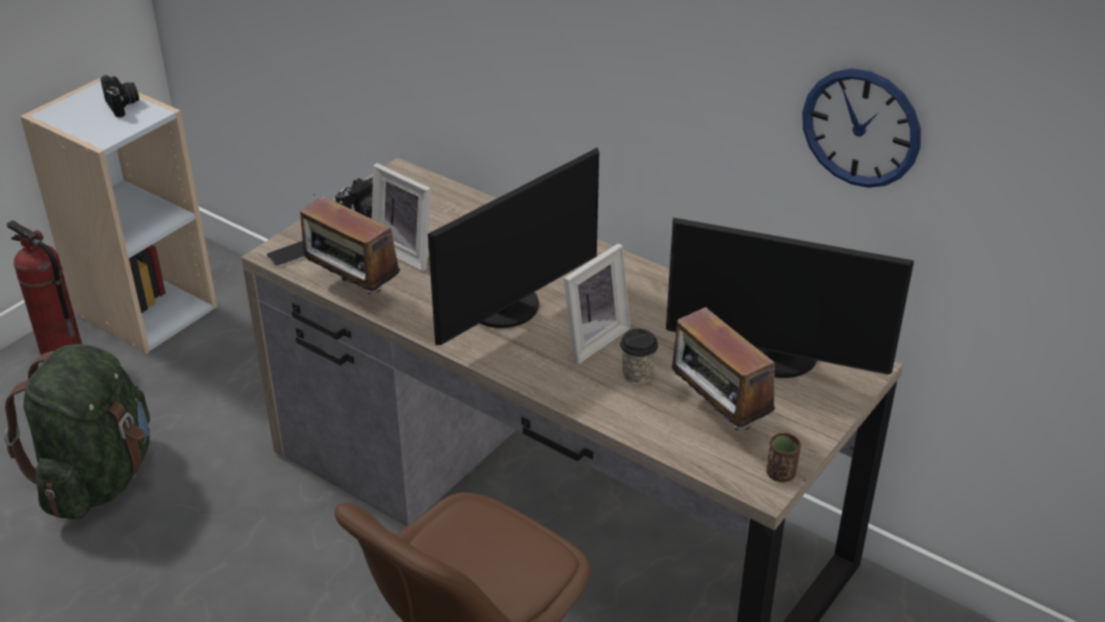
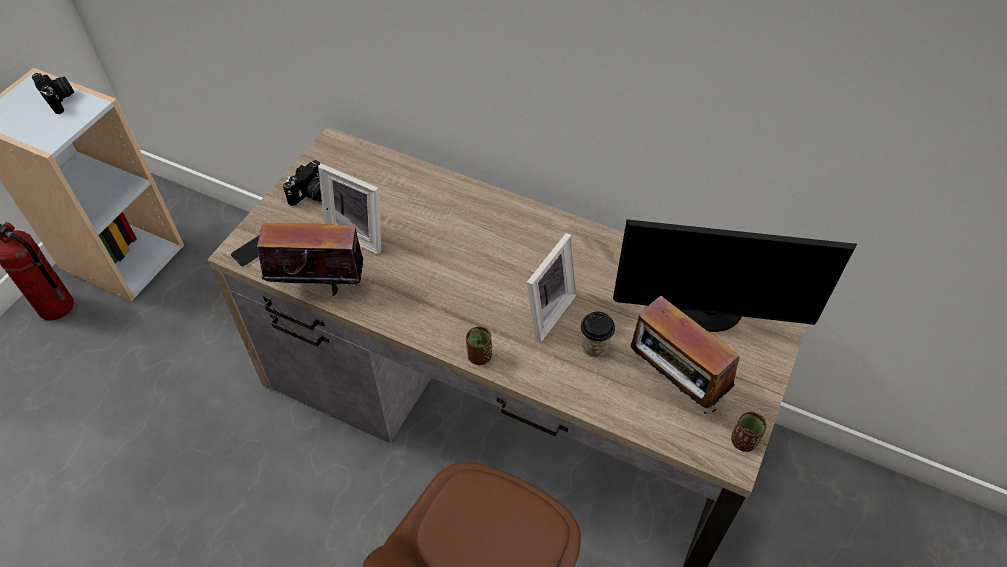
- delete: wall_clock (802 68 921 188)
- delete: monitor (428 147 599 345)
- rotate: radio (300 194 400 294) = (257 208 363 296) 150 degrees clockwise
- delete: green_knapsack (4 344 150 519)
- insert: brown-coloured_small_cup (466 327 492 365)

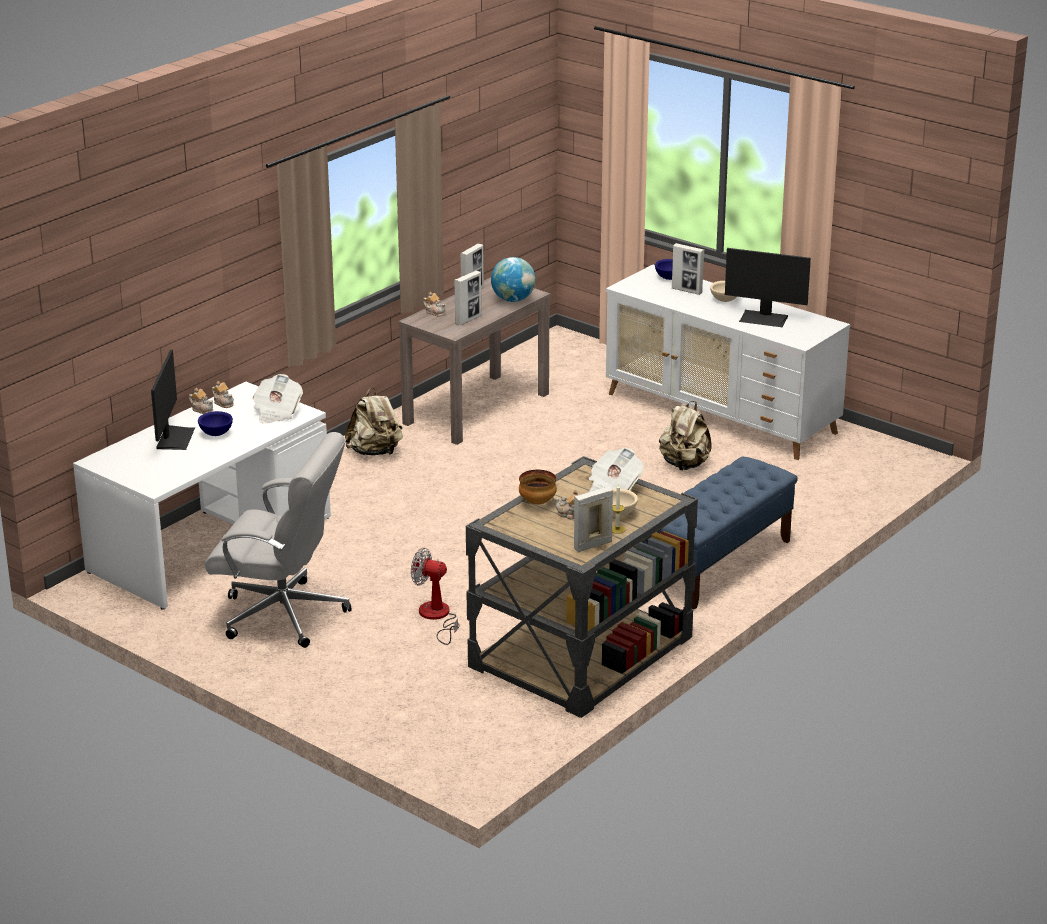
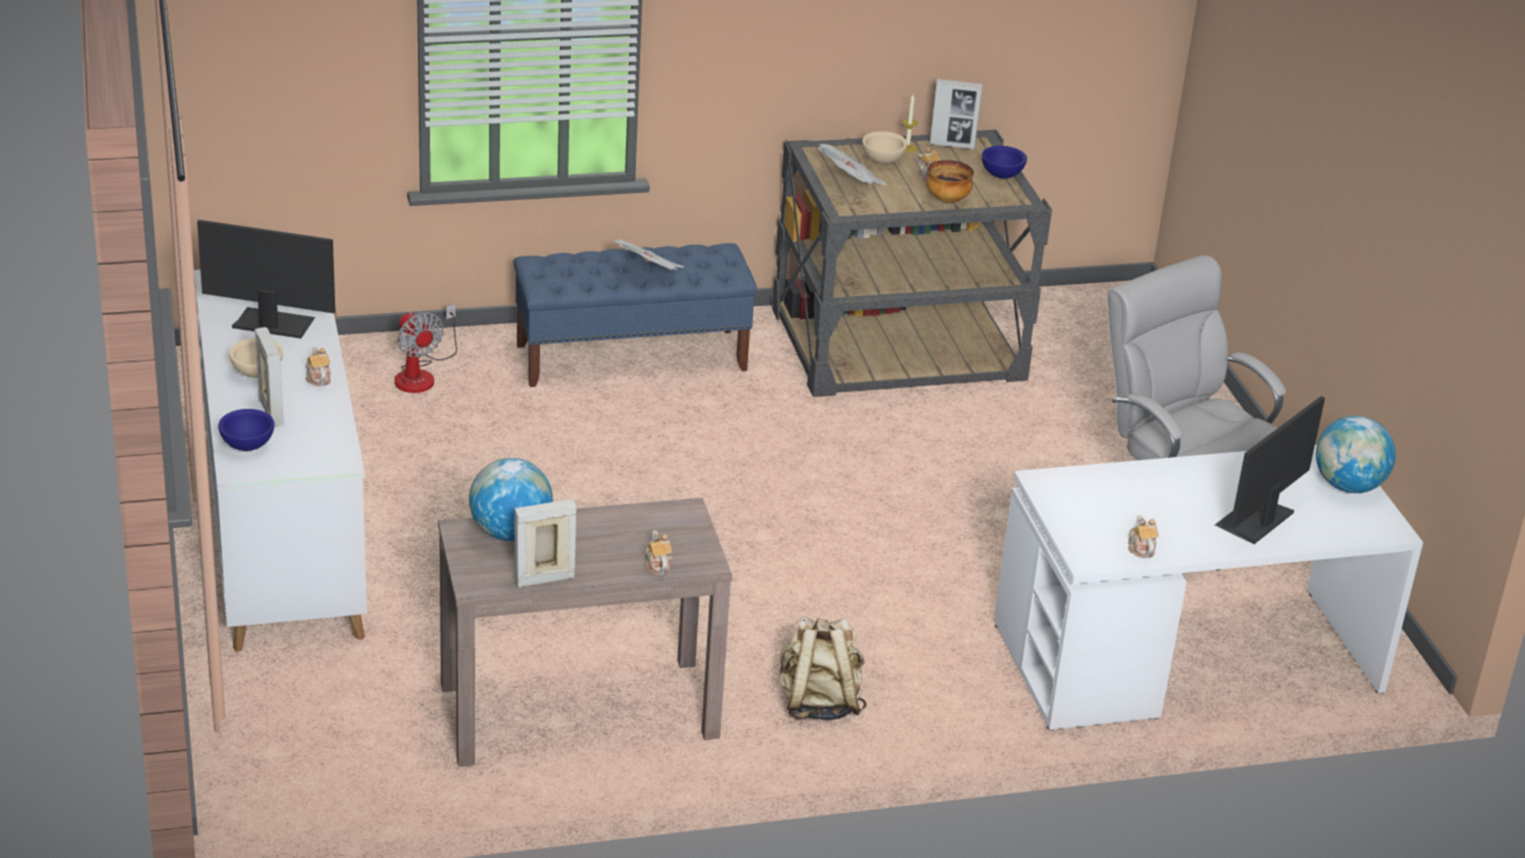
- rotate: monitor (725 248 811 327) = (197 220 335 339) 45 degrees counterclockwise
- delete: photo_frame (454 271 481 326)
- move: newspaper (253 374 303 424) to (614 239 684 270)
- move: teapot (189 388 213 414) to (306 347 331 386)
- delete: sand-coloured_knapsack (659 401 712 470)
- move: bluish_bowl (198 411 233 436) to (982 146 1027 179)
- move: electric_fan (411 548 460 645) to (395 304 457 393)
- insert: desk_globe (1316 416 1396 493)

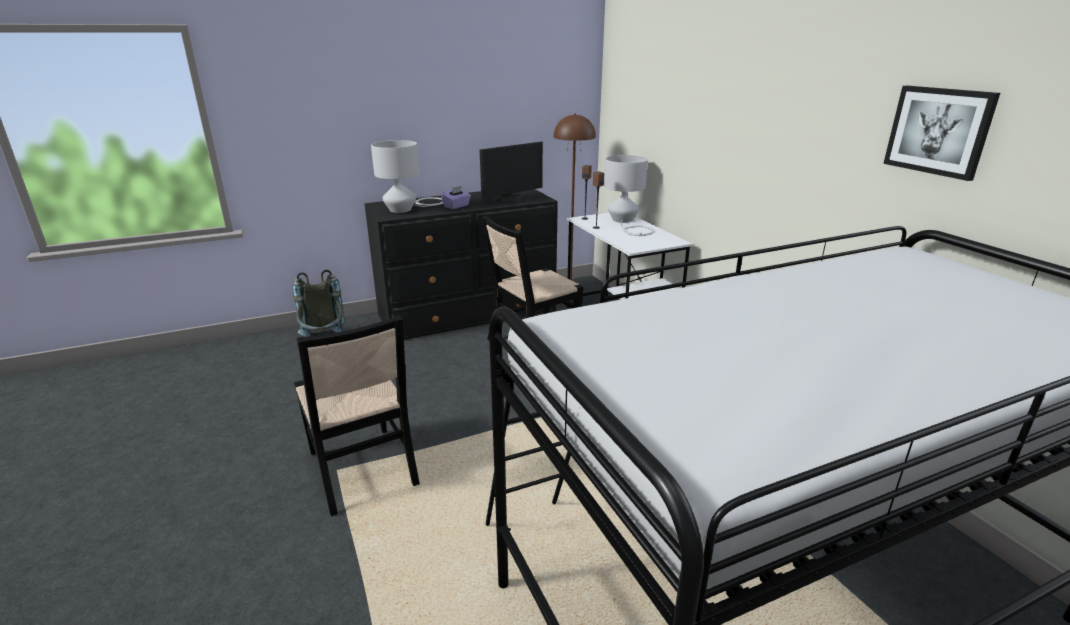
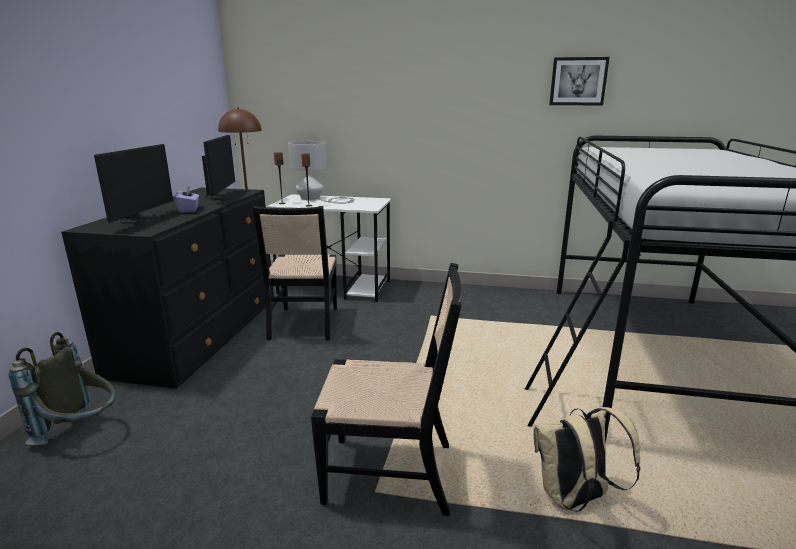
- replace: white_table_lamp (371 140 443 213) to monitor (94 144 173 224)
- insert: sand-coloured_knapsack (533 407 640 512)

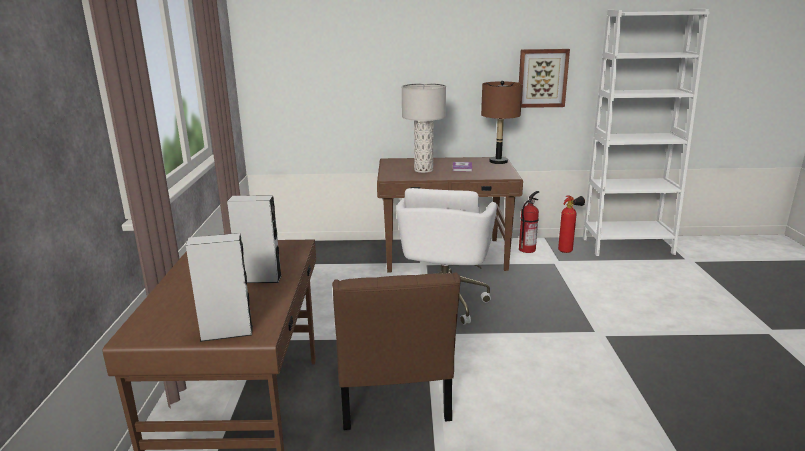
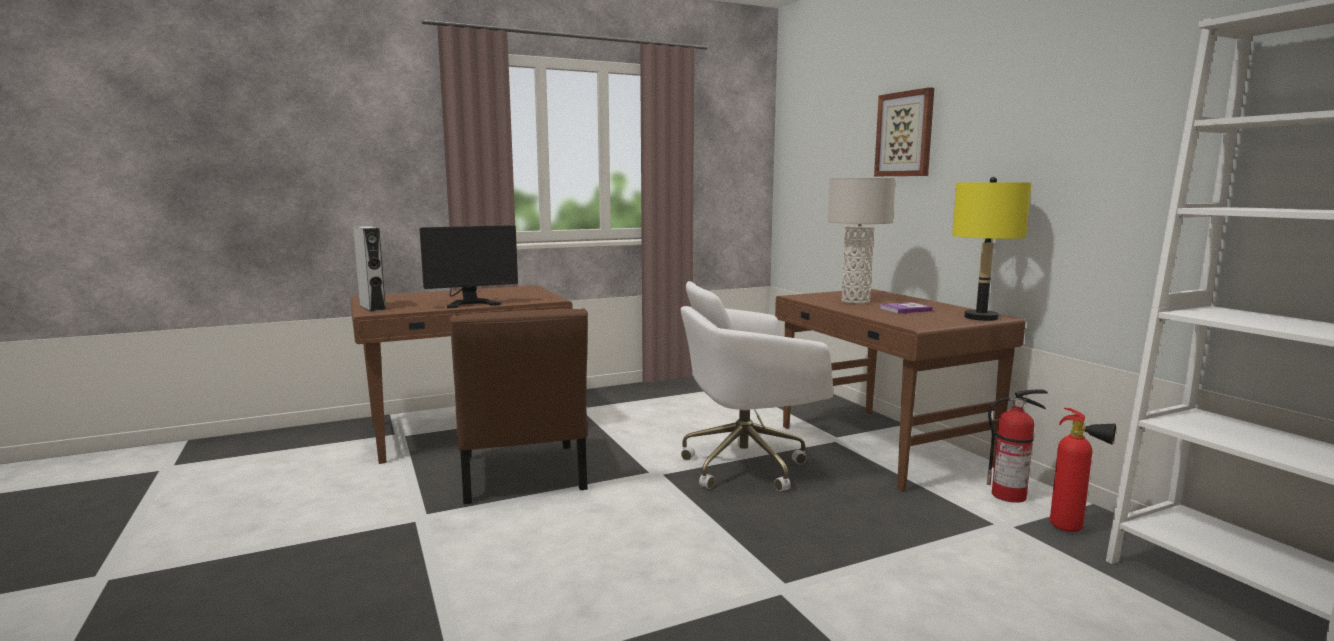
- move: wall_picture (519 49 570 108) to (874 87 934 176)
- recolor: brown-coloured_table_lamp (481 81 523 164) to yellowish_table_lamp (952 177 1031 321)
- replace: greyish_speaker (227 195 282 283) to monitor (419 225 518 309)
- rotate: brown-coloured_plain_chair (332 272 461 430) = (450 308 588 504) 75 degrees counterclockwise

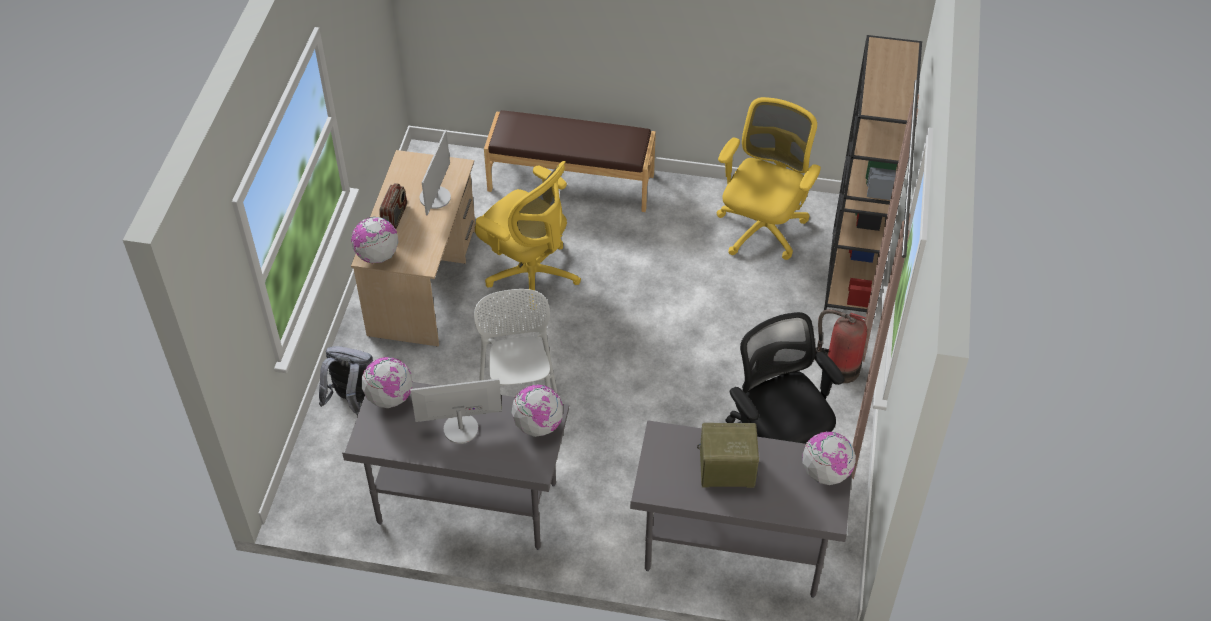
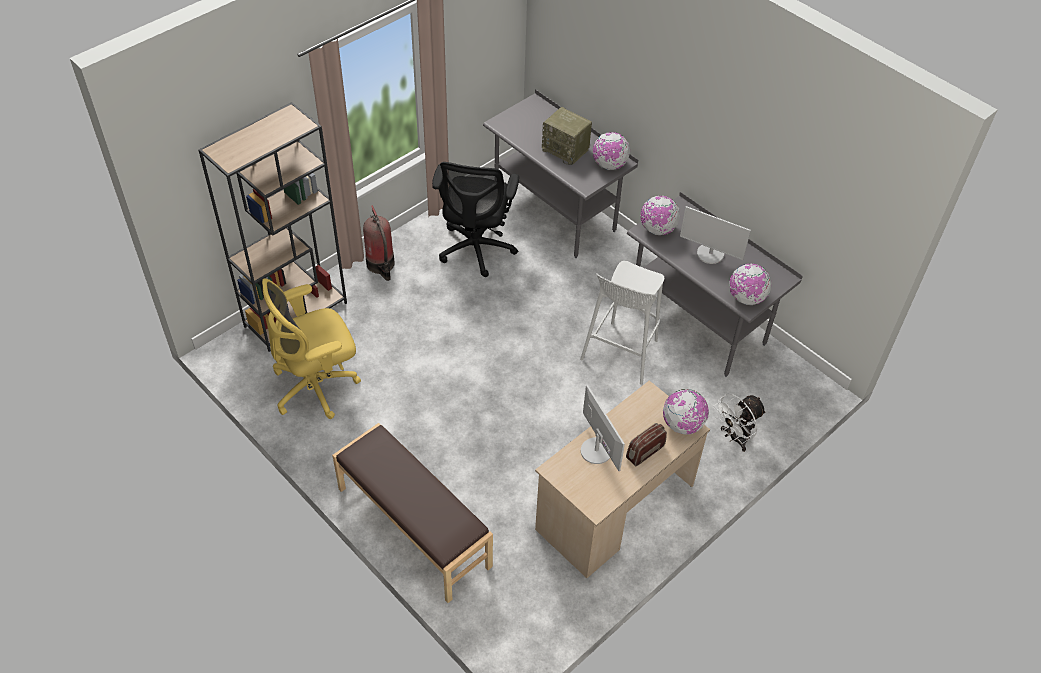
- rotate: monitor (420 130 451 215) = (581 385 625 471) 105 degrees clockwise
- delete: yellowish_computer_chair (475 161 581 310)
- replace: greyish_knapsack (319 346 373 416) to white_electric_fan (713 394 766 452)
- move: desk_globe (802 432 856 485) to (593 132 630 170)

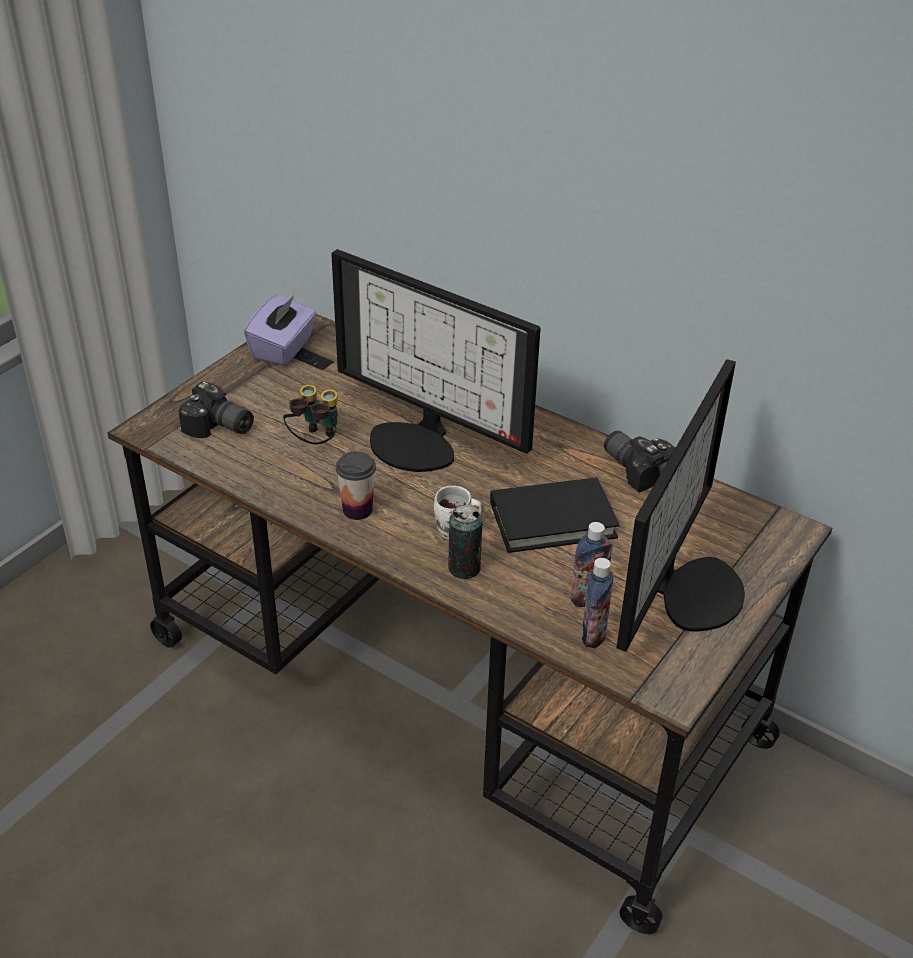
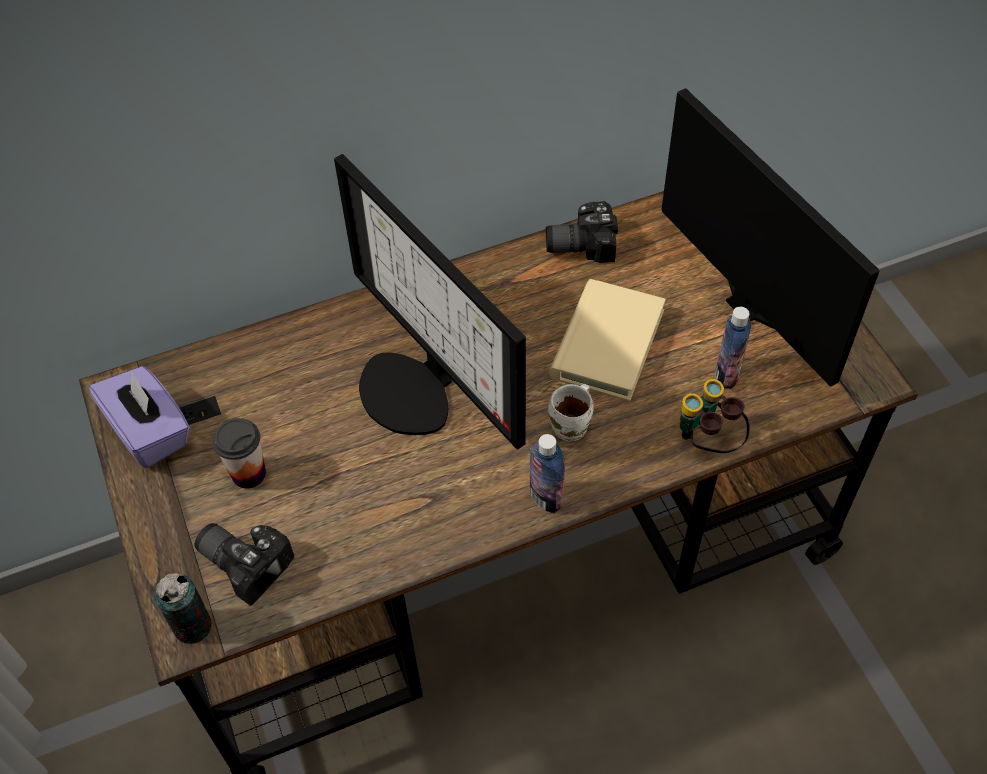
- rotate: monitor (331 249 541 472) = (334 154 526 450) 75 degrees clockwise
- rotate: photo_camera (178 381 254 438) = (195 523 294 606) 120 degrees counterclockwise
- move: pair_of_binoculars (283 385 338 444) to (680 379 750 453)
- move: small_cup (336 451 376 520) to (212 418 266 489)
- recolor: black_bound_book (490 478 620 553) to sand-coloured_bound_book (549 279 666 401)
- move: metal_can (448 505 483 579) to (155 573 212 644)
- move: beverage_bottle (582 558 614 648) to (530 434 565 513)

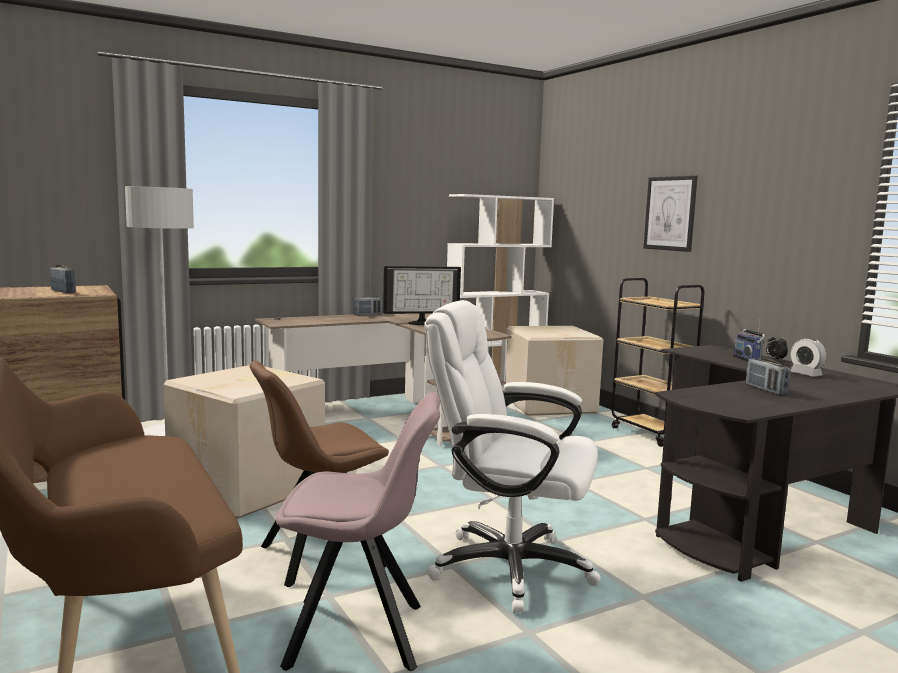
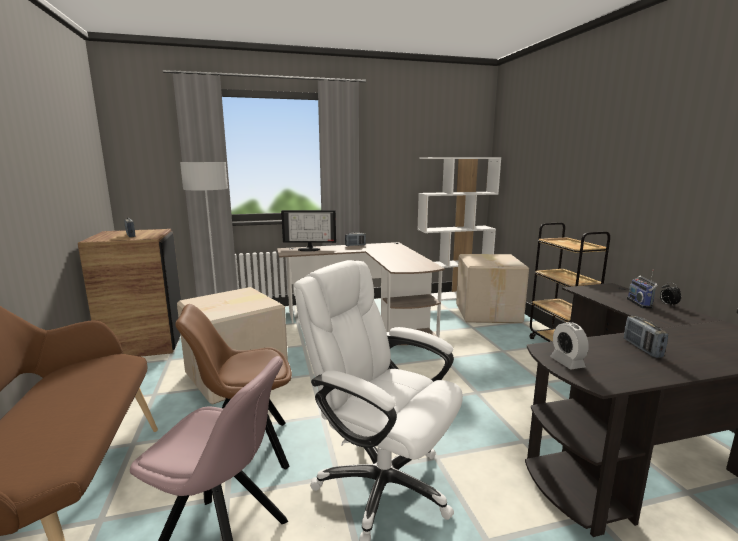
- delete: wall_picture (644 175 698 252)
- move: monitor (383 266 461 325) to (281 210 336 252)
- move: table_clock (791 338 826 376) to (550 322 589 369)

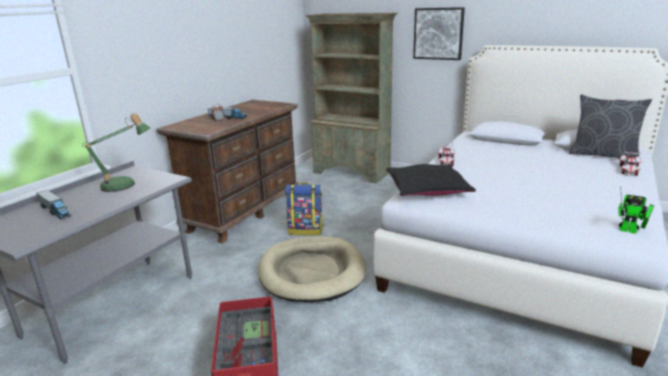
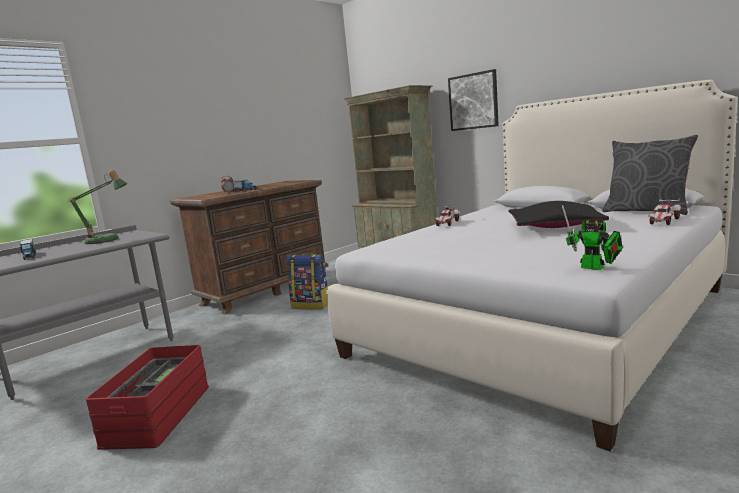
- move: black_throw_pillow (386 164 476 196) to (508 201 609 228)
- delete: sand-coloured_pet_bed (258 236 366 302)

